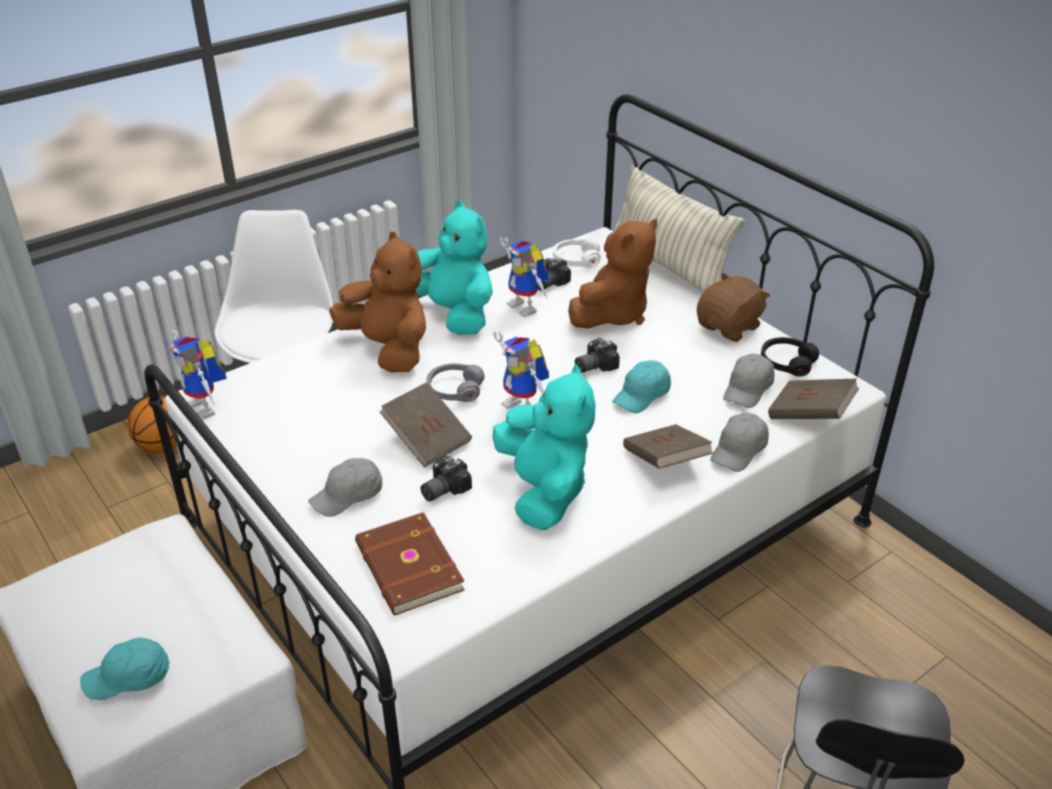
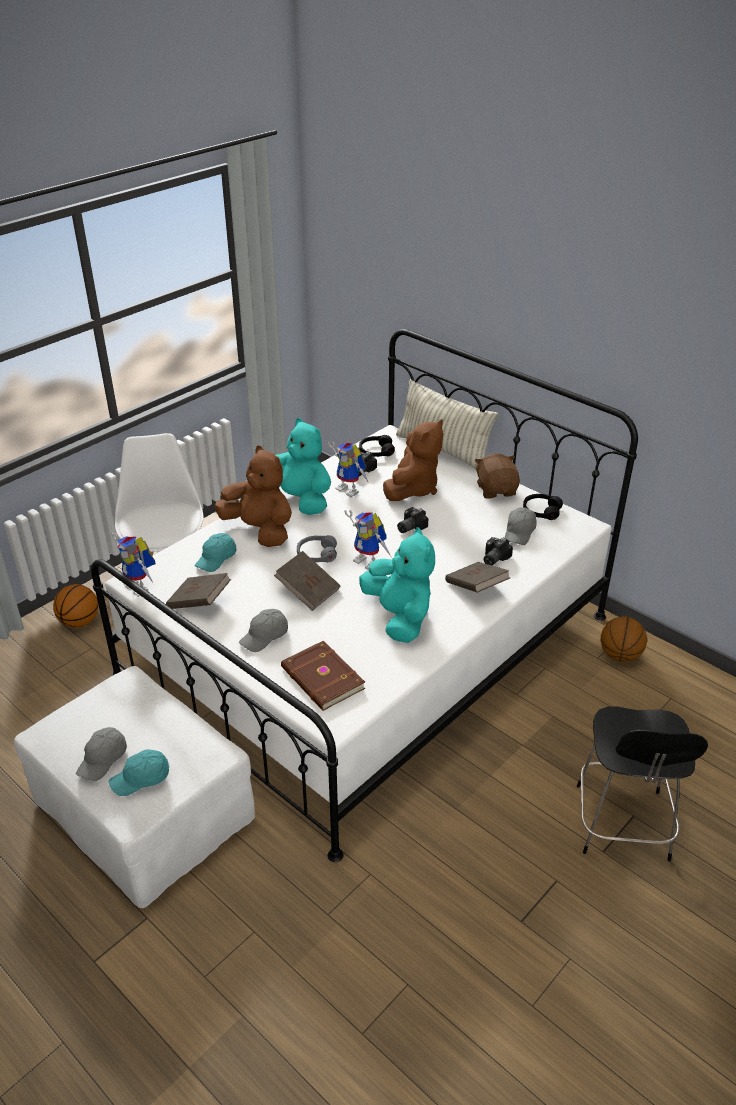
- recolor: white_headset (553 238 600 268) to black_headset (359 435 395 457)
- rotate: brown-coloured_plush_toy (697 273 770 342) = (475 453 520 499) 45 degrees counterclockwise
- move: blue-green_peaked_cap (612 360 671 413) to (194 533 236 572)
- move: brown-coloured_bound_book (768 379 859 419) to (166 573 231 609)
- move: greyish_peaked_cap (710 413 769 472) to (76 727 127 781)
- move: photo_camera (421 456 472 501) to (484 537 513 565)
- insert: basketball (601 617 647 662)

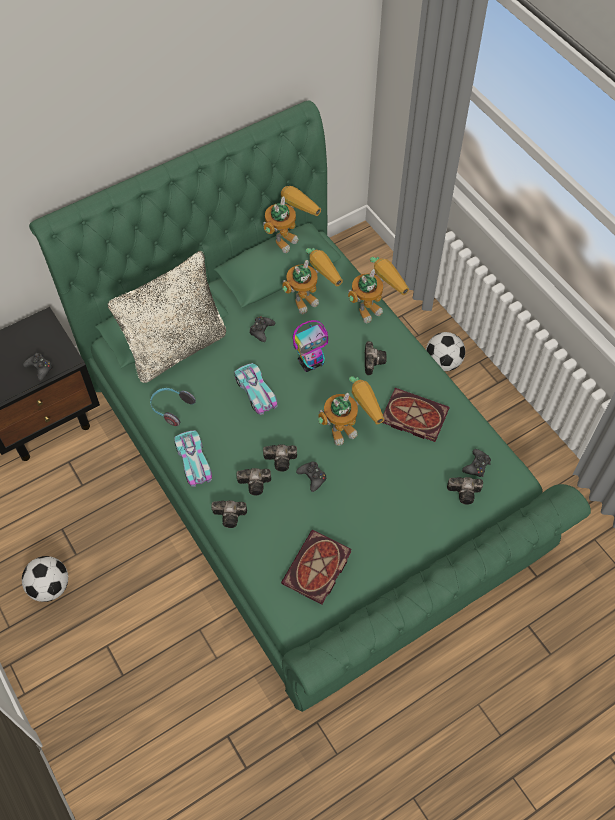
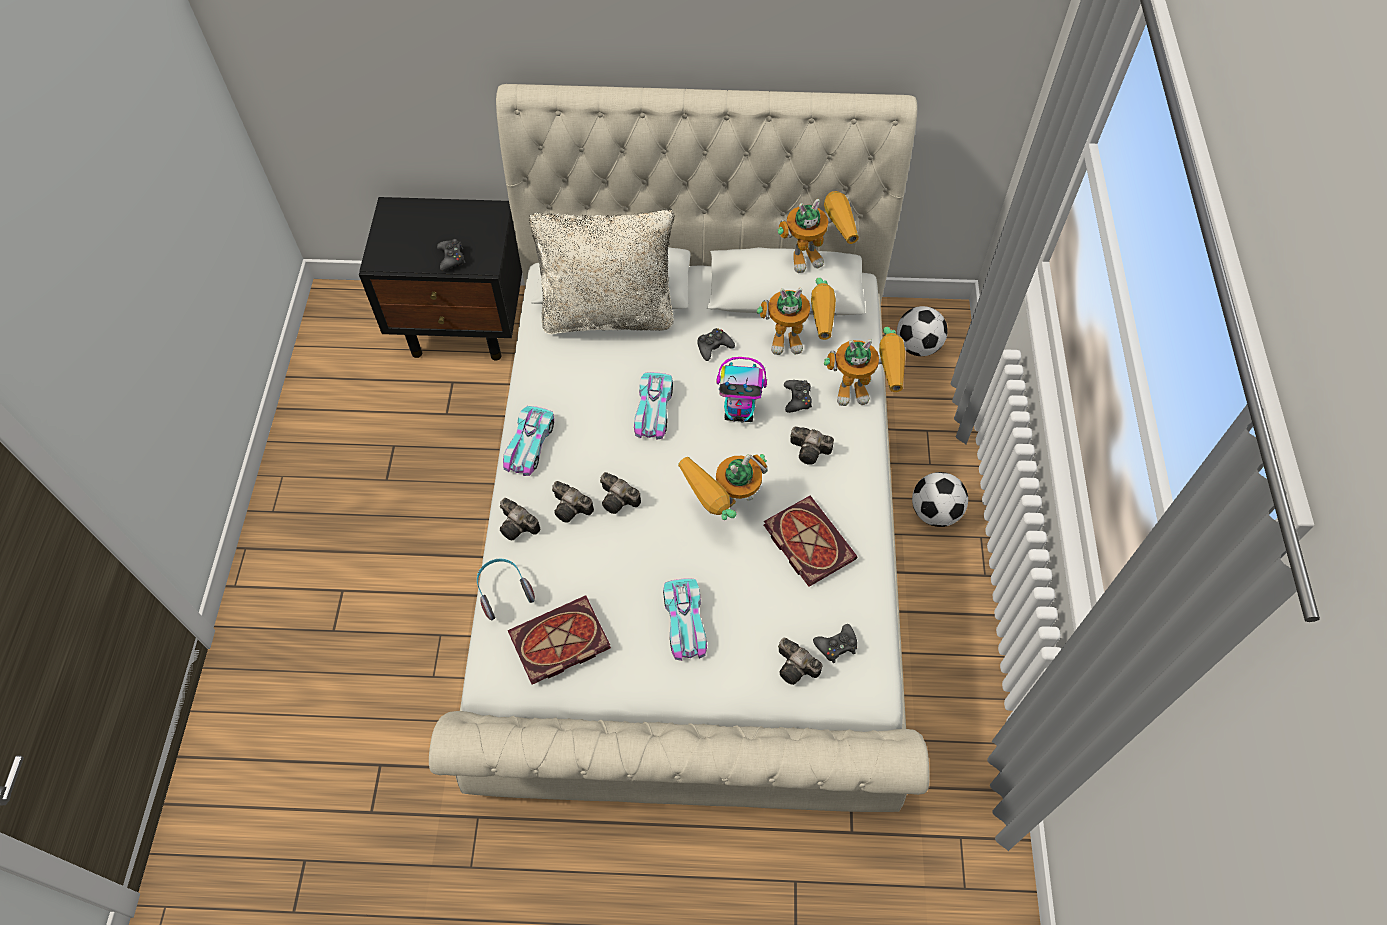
- recolor: green_sleeping_bed (29 101 591 712) to sand-coloured_sleeping_bed (429 84 930 812)
- rotate: photo_camera (365 341 387 375) = (790 427 834 465) 75 degrees clockwise
- rotate: model_robot (318 376 385 446) = (678 454 768 520) 135 degrees clockwise
- move: headset (150 388 196 426) to (477 559 535 620)
- move: black_joypad (296 462 326 492) to (784 380 812 413)
- move: football (22 556 68 602) to (897 306 948 356)
- insert: miniature_car (663 578 707 661)

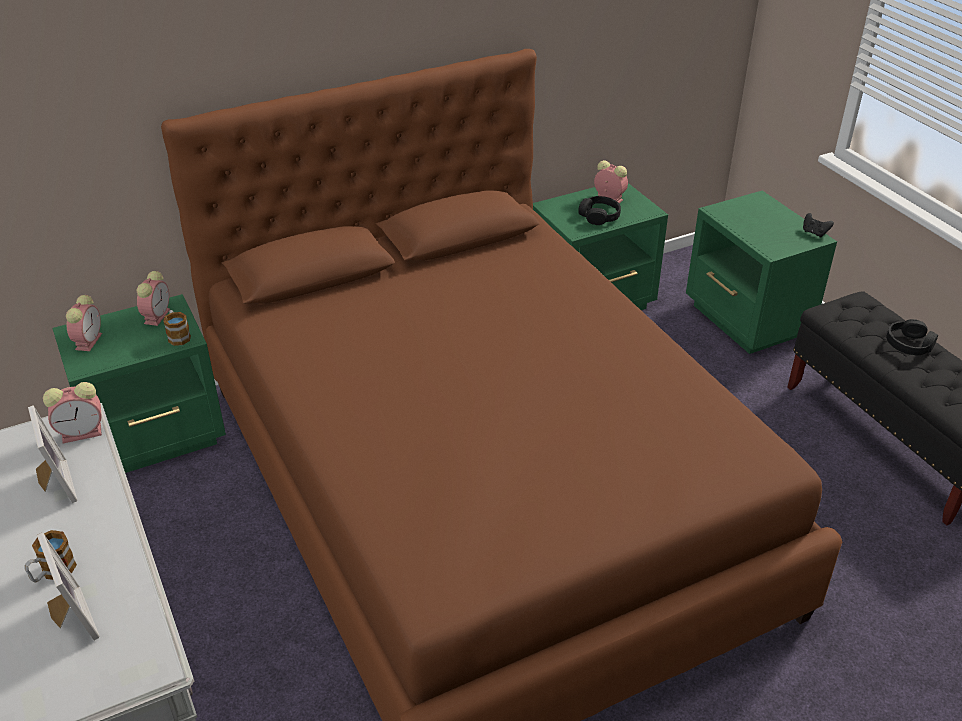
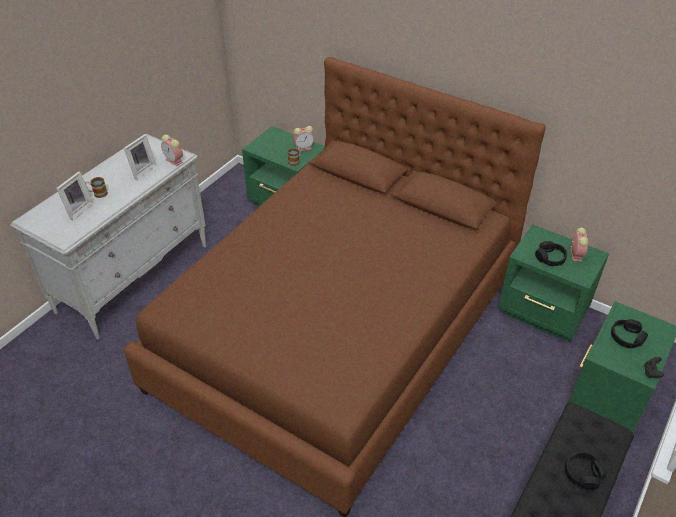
- delete: table_clock (66 295 102 351)
- insert: black_headset (611 319 648 348)

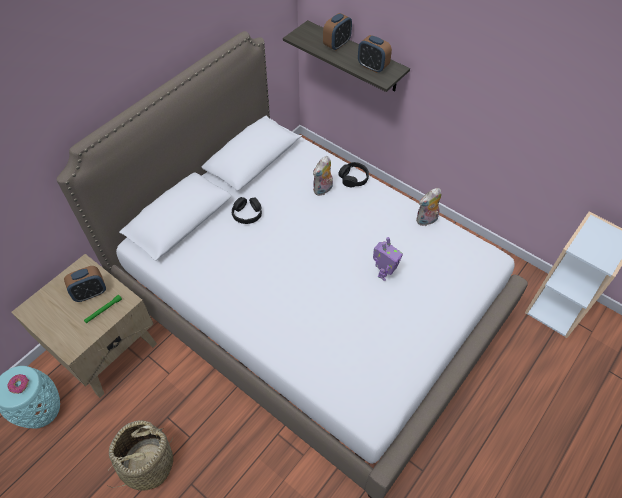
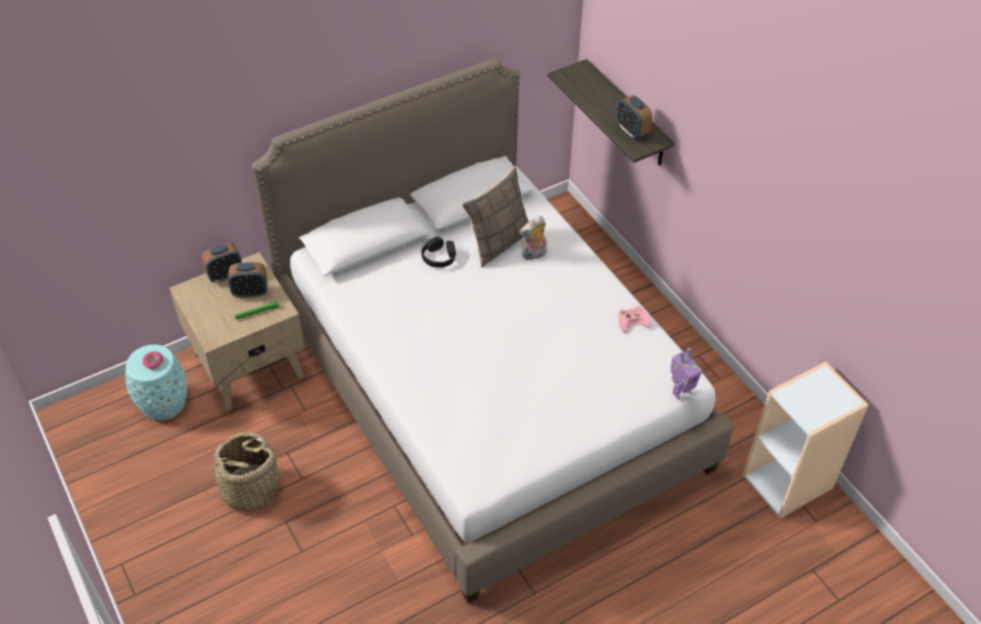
- move: table_clock (323 13 352 50) to (201 242 242 283)
- delete: black_headset (338 162 369 187)
- replace: plush_toy (416 188 442 226) to pink-coloured_joypad (619 307 651 333)
- move: model_robot (373 237 403 281) to (671 348 702 400)
- insert: throw_pillow (462 167 529 267)

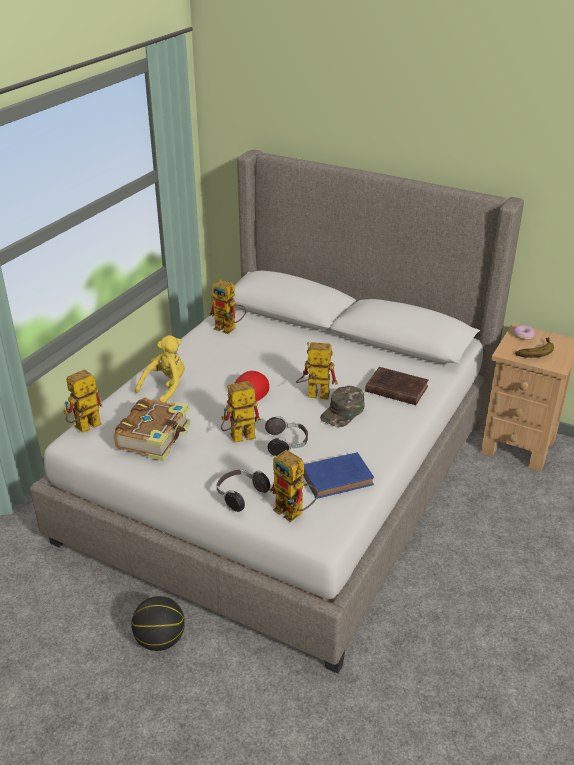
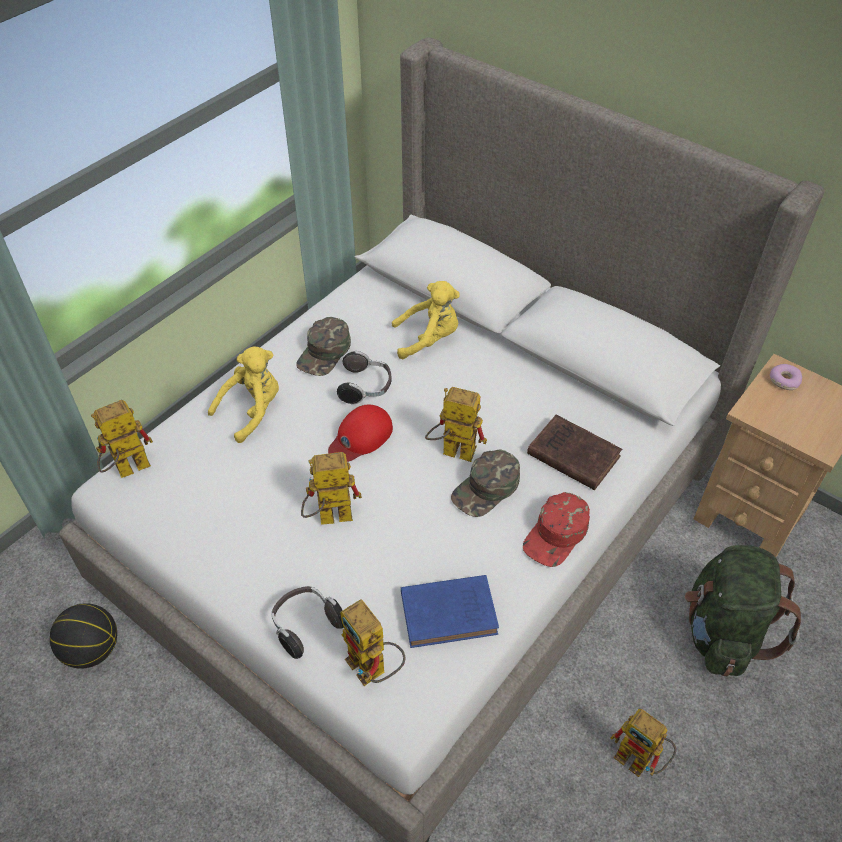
- move: model_robot (209 279 246 334) to (611 709 676 777)
- delete: banana_fruit (515 338 554 358)
- delete: bound_book (114 397 190 461)
- move: headset (265 416 308 456) to (337 351 391 405)
- move: basketball (131 596 185 651) to (50 603 117 669)
- insert: yellowish_plush_toy (392 281 460 359)
- insert: green_peaked_cap (296 317 351 376)
- insert: red-coloured_peaked_cap (523 492 590 567)
- insert: green_knapsack (685 545 801 676)

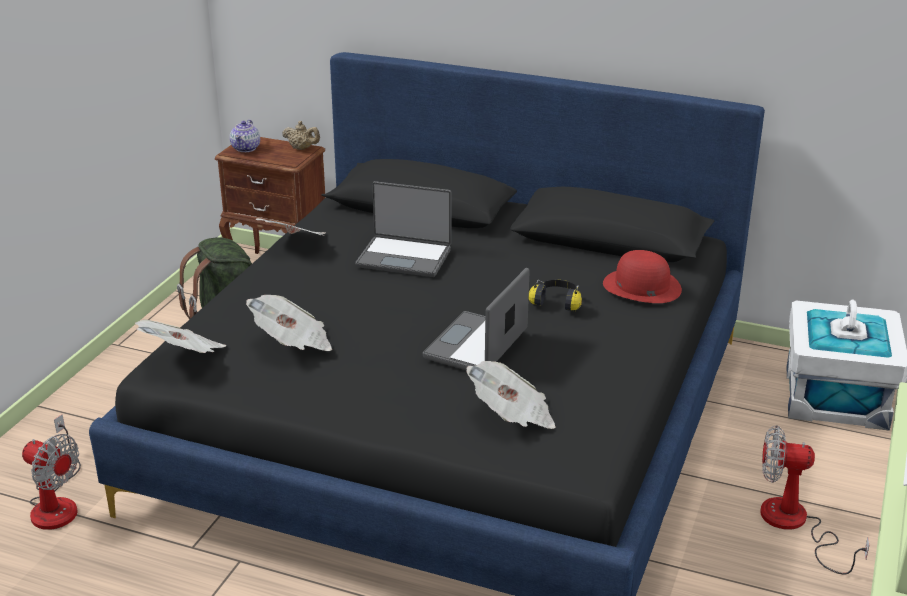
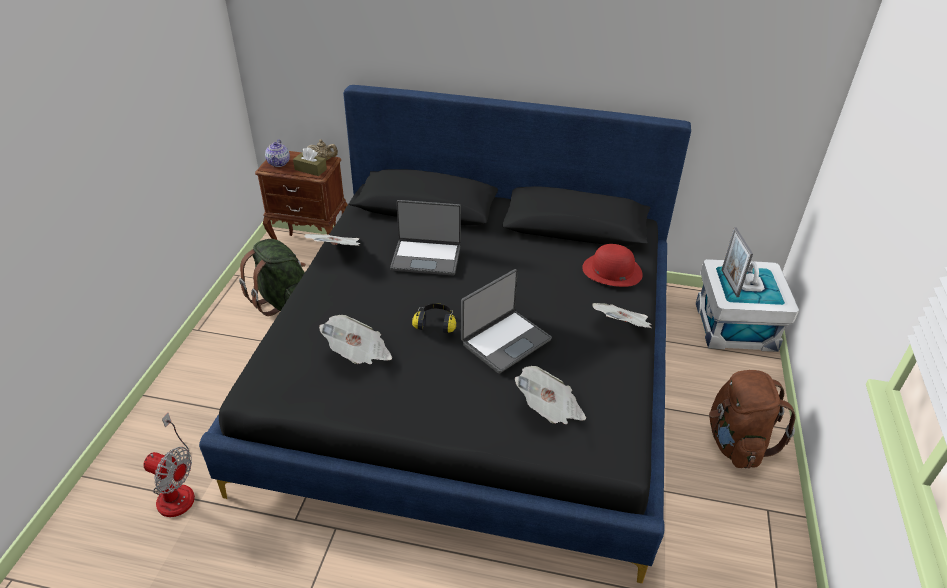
- rotate: laptop (423 268 530 370) = (461 269 552 374) 150 degrees counterclockwise
- move: headset (529 279 582 312) to (412 303 456 333)
- move: newspaper (135 320 226 353) to (592 303 652 328)
- replace: electric_fan (760 425 869 575) to brown-coloured_knapsack (709 370 796 468)
- insert: brown-coloured_box_of_tissues (293 147 327 176)
- insert: photo_frame (721 227 753 297)

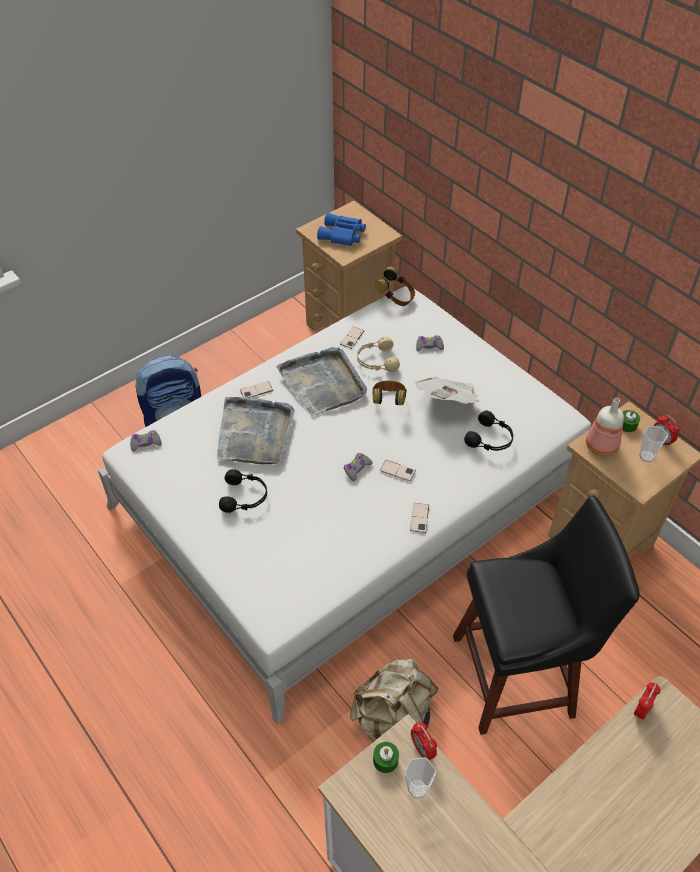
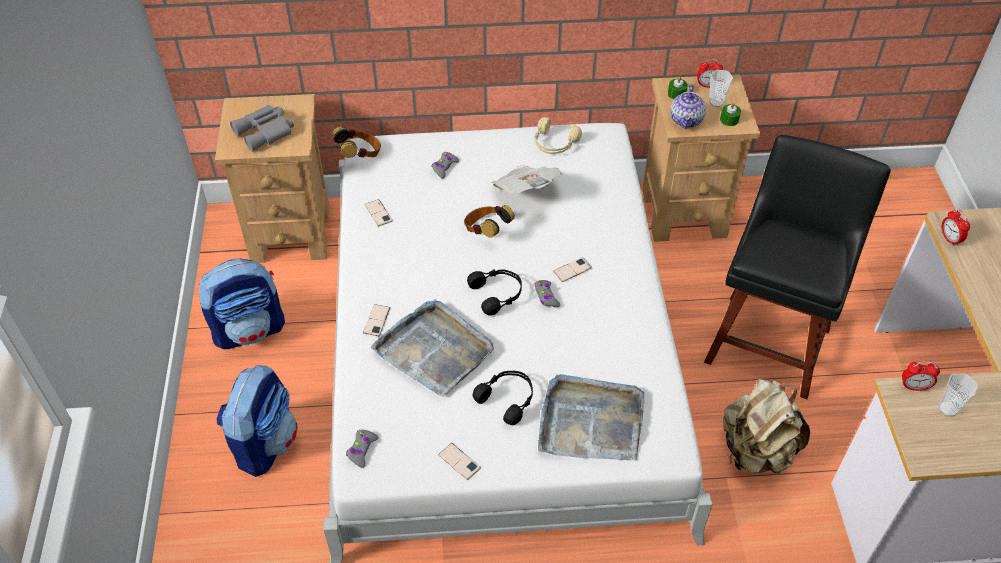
- recolor: bluish_pair_of_binoculars (317 212 366 246) to greyish_pair_of_binoculars (230 105 294 152)
- move: sand-coloured_headset (357 336 400 372) to (535 117 582 154)
- move: greyish_tray (276 347 367 416) to (538 374 644 461)
- replace: beverage_bottle (586 398 624 456) to teapot (671 85 706 129)
- move: black_headset (464 410 513 451) to (467 269 522 316)
- move: telephone (410 503 429 533) to (438 443 481 480)
- move: green_wax_light (373 742 399 773) to (720 102 741 126)
- insert: knapsack (199 258 285 349)

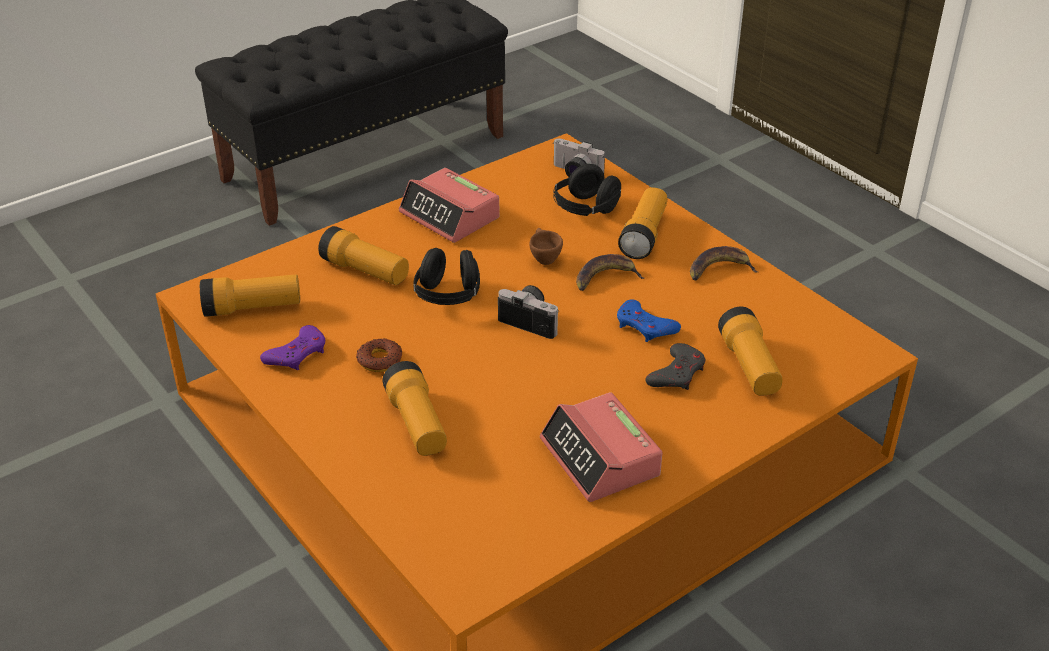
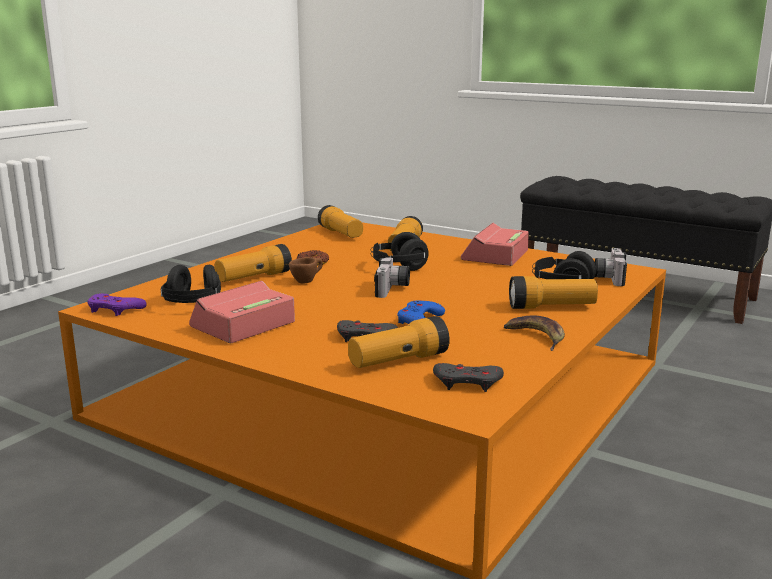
- move: brown-coloured_small_cup (530 228 563 265) to (289 257 323 284)
- delete: banana_fruit (576 254 644 291)
- move: purple_joypad (260 325 325 370) to (88 293 147 316)
- insert: black_headset (161 264 221 303)
- insert: greyish_joypad (433 363 504 392)

